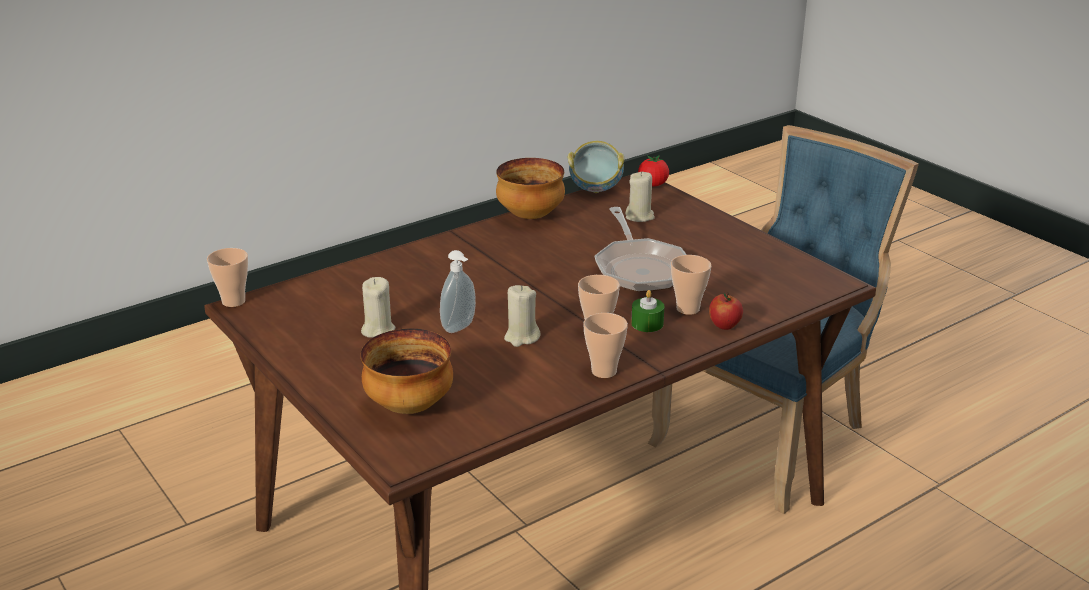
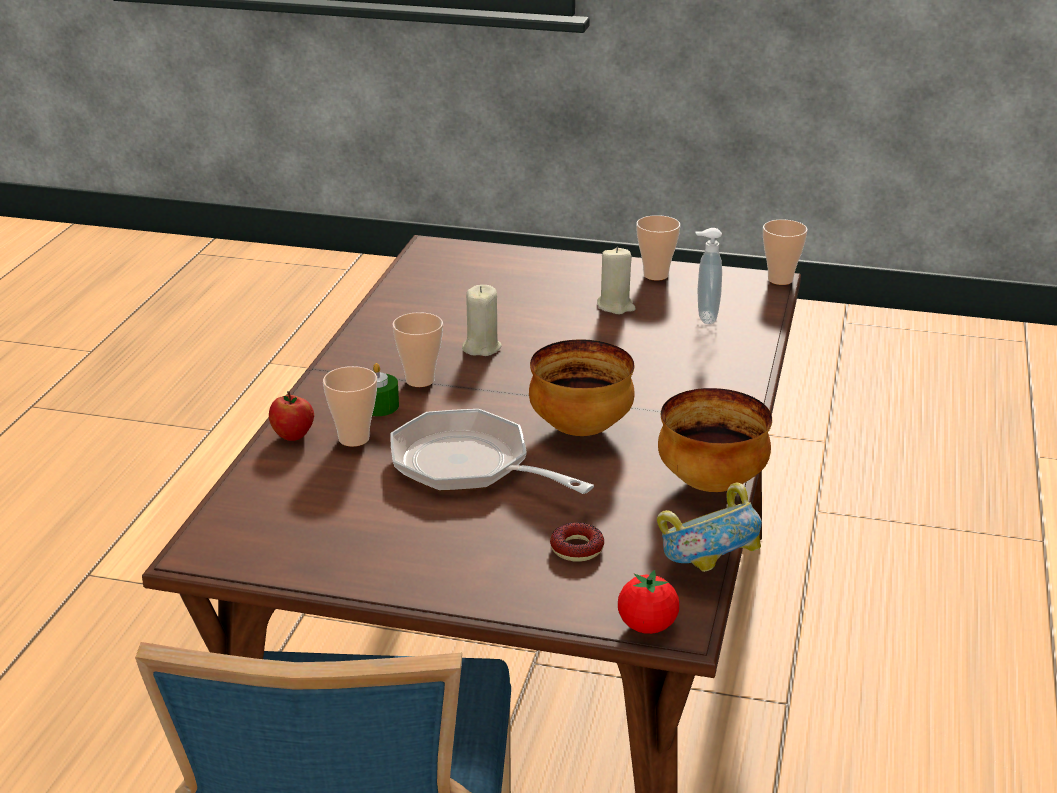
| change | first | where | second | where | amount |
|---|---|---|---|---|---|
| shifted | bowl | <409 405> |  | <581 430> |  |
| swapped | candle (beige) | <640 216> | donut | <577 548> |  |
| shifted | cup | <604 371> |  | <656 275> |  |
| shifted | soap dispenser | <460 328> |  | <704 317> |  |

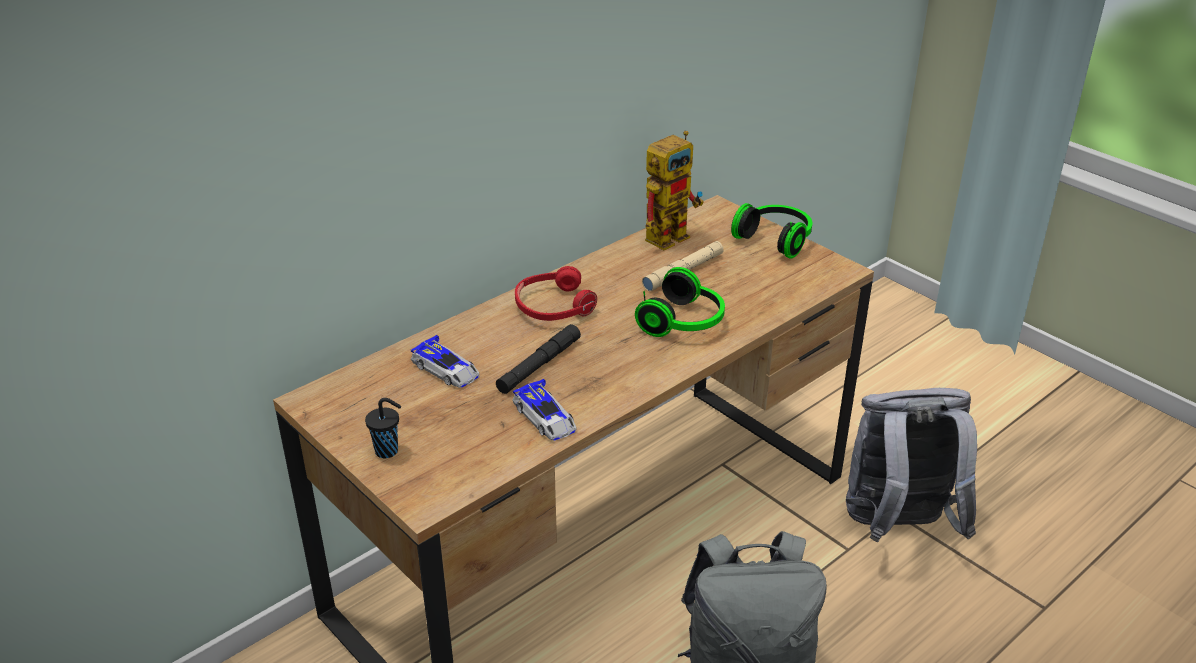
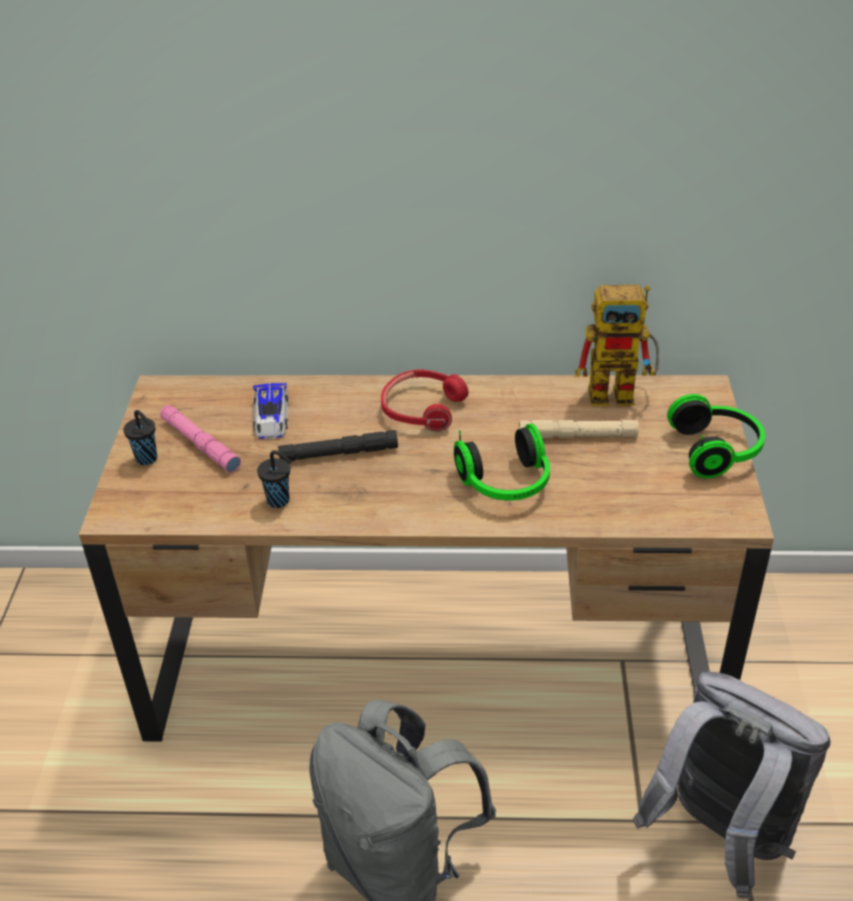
| change | first | where | second | where | amount |
|---|---|---|---|---|---|
| new |  |  | flashlight (pink) | <200 444> |  |
| swapped | toy car | <546 418> | cup (black) | <280 501> |  |

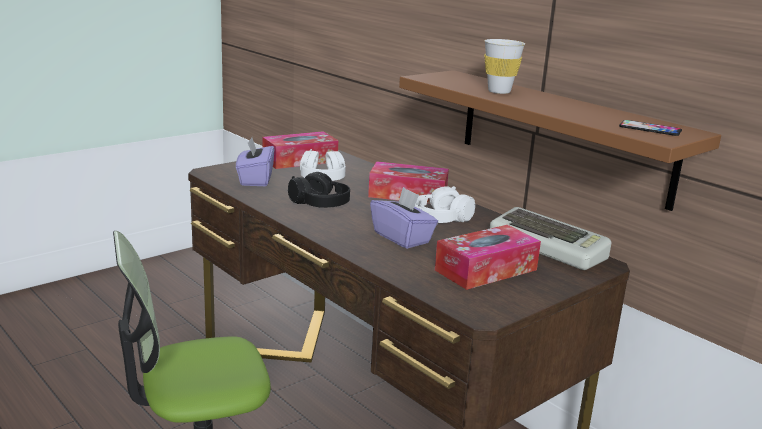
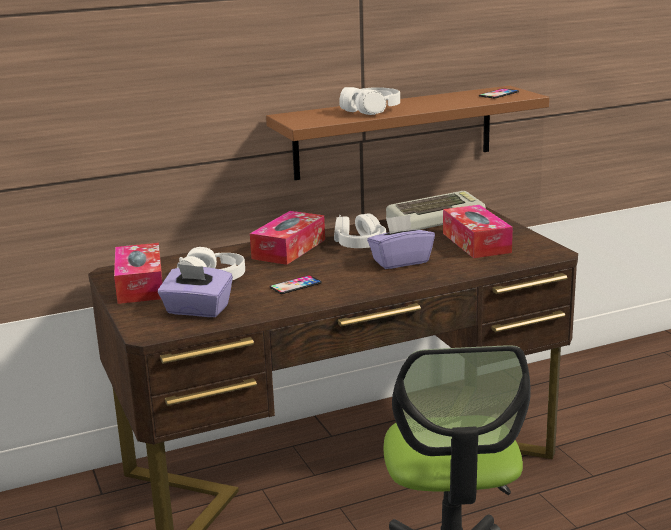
| change | first | where | second | where | amount |
|---|---|---|---|---|---|
| swapped | headphones (black) | <320 203> | phone | <295 285> |  |
| swapped | cup (white) | <499 91> | headphones (white) | <371 110> |  |

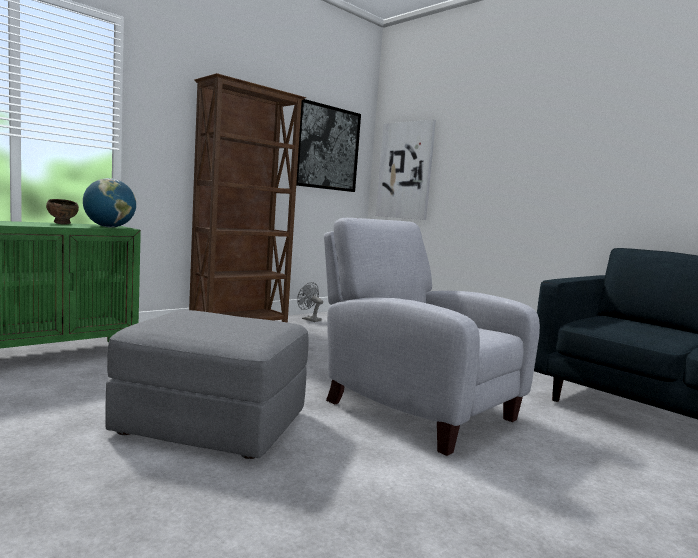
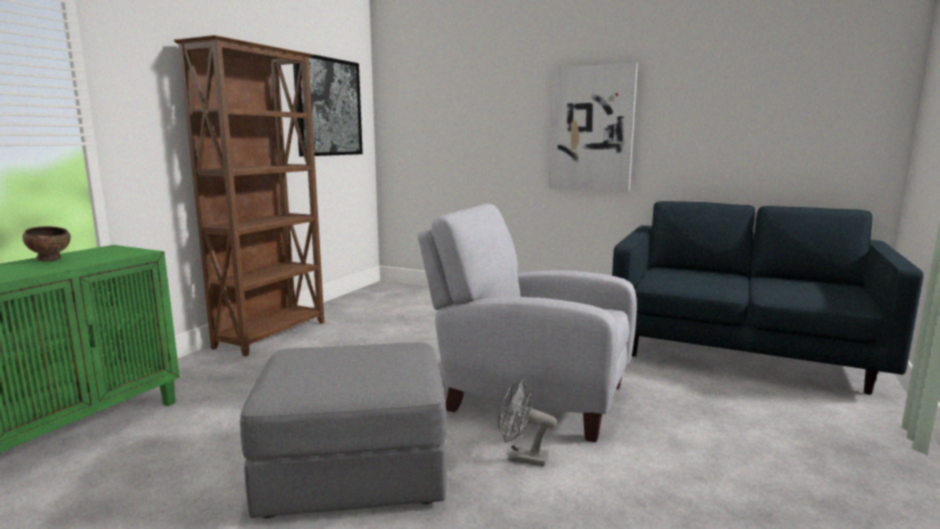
| change | first | where | second | where | amount |
|---|---|---|---|---|---|
| shifted | fan (grey) | <309 319> |  | <521 457> |  |
| shifted | picture | <405 170> |  | <591 129> |  |
| gone | globe | <109 227> |  |  |  |

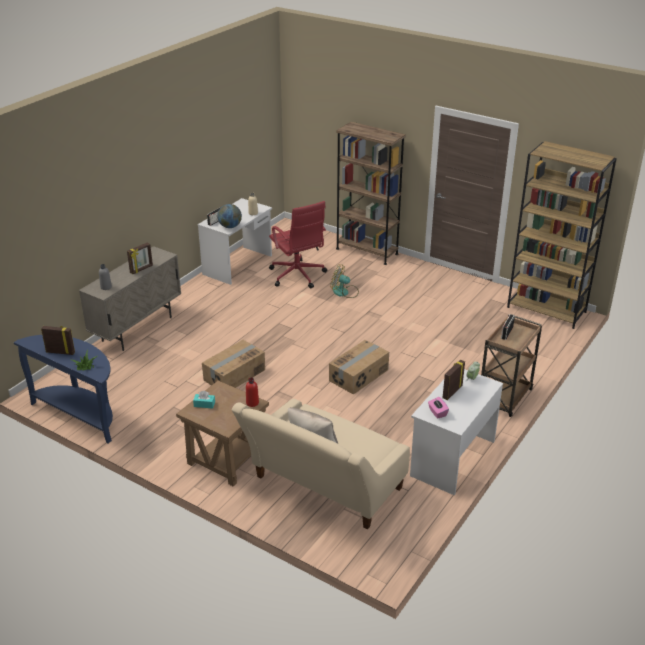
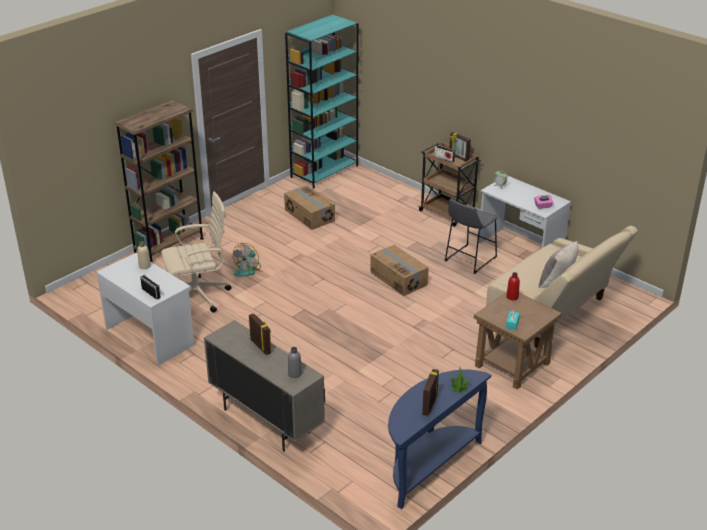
| change | first | where | second | where | amount |
|---|---|---|---|---|---|
| repainted | office chair (red) | <298 276> | office chair (beige) | <199 296> |  |
| shifted | cardboard box | <234 375> |  | <309 215> |  |
| repainted | bookcase (brown) | <547 310> | bookcase (turquoise) | <324 171> |  |
| new |  |  | stool (grey) | <468 260> |  |
| shifted | picture frame | <452 392> |  | <458 157> |  |
| gone | globe | <230 227> |  |  |  |

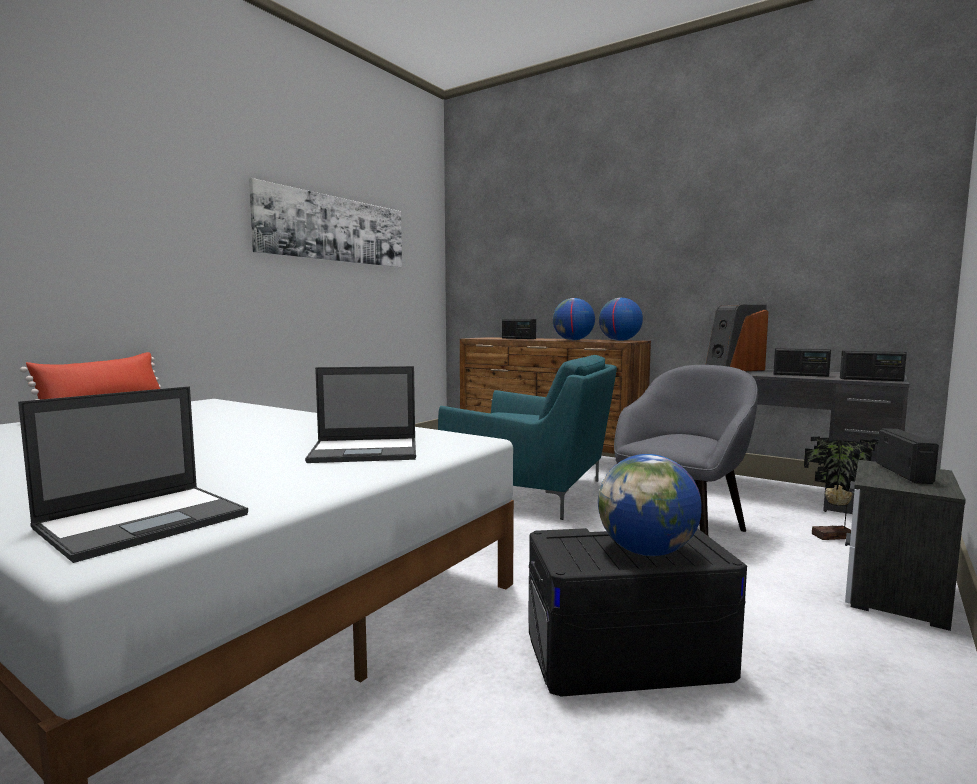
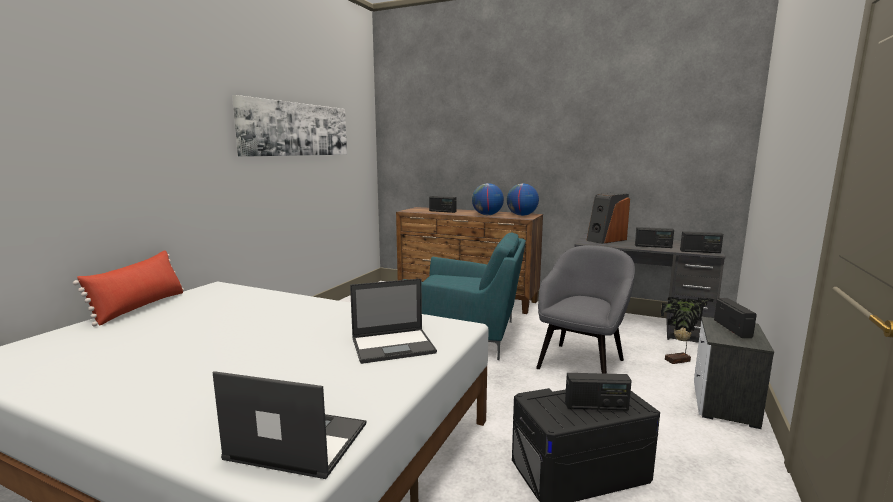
| change | first | where | second | where | amount |
|---|---|---|---|---|---|
| rotated | laptop | <146 521> |  | <296 441> | 105 degrees counterclockwise |
| swapped | globe | <647 552> | radio | <596 406> |  |

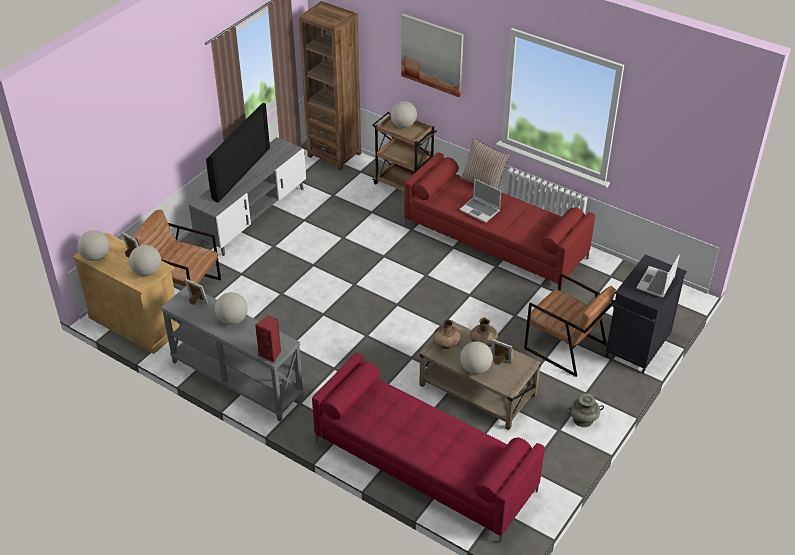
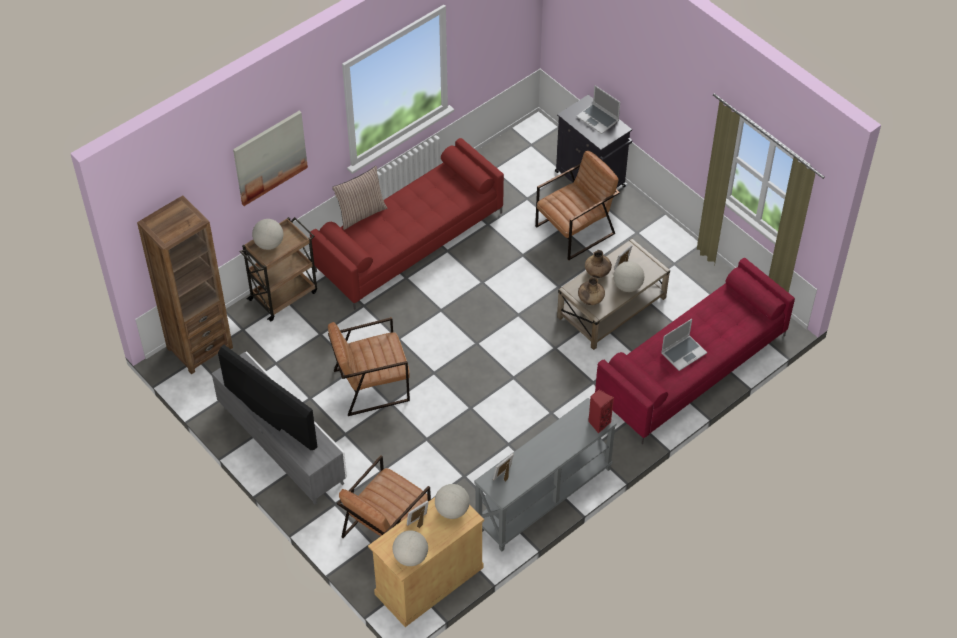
| change | first | where | second | where | amount |
|---|---|---|---|---|---|
| new |  |  | armchair (brown) | <371 385> |  |
| shifted | laptop | <480 211> |  | <683 353> |  |
| gone | globe | <232 320> |  |  |  |
| gone | vase (turquoise) | <582 419> |  |  |  |

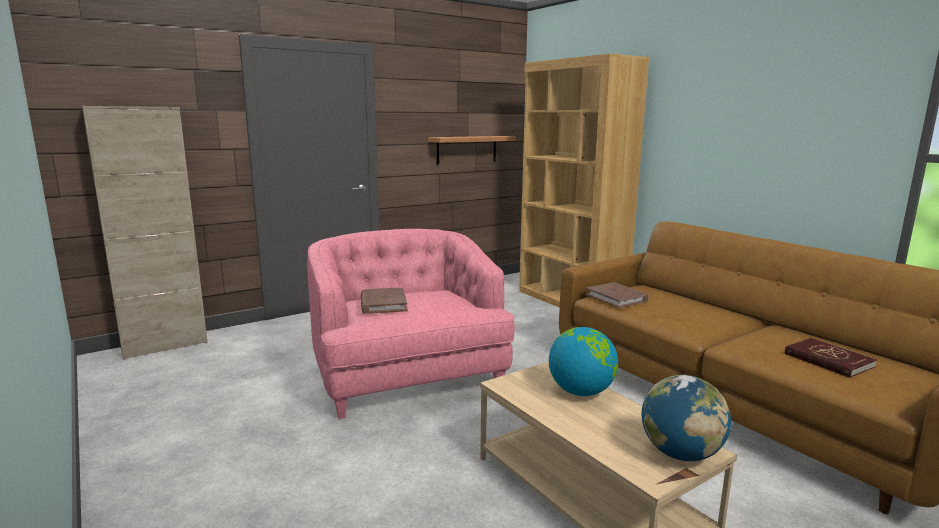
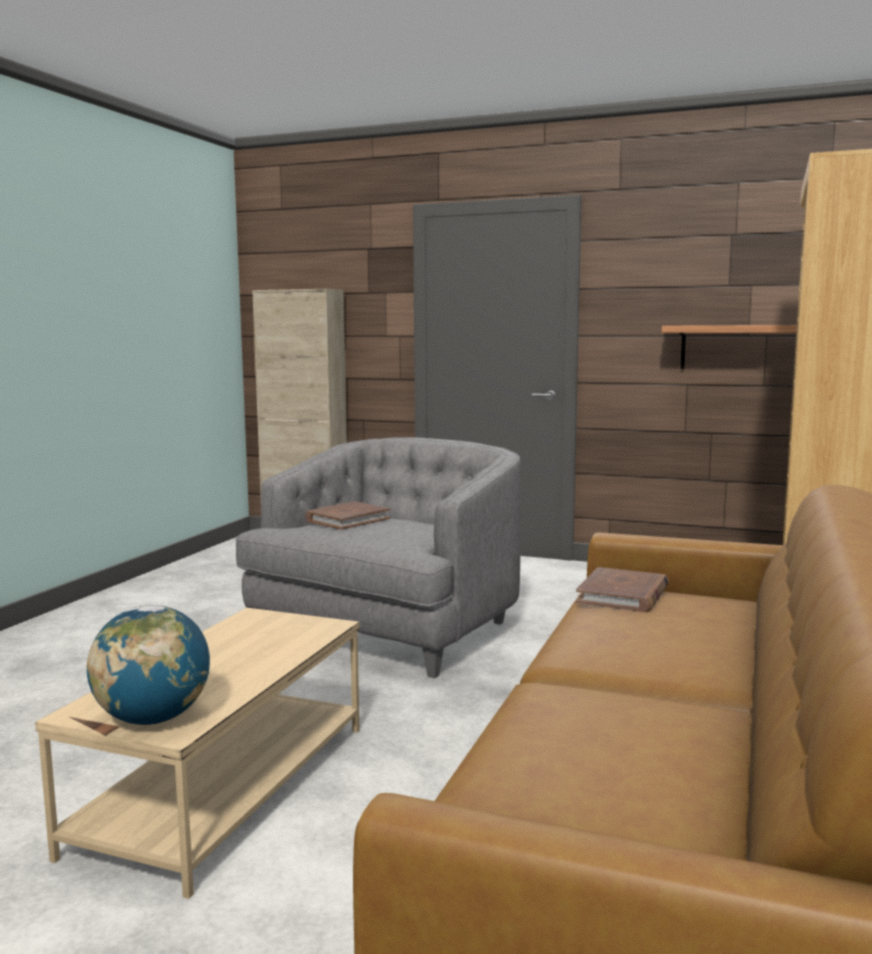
| change | first | where | second | where | amount |
|---|---|---|---|---|---|
| repainted | armchair (pink) | <406 376> | armchair (grey) | <388 630> |  |
| gone | globe | <581 392> |  |  |  |
| gone | book (red) | <828 360> |  |  |  |

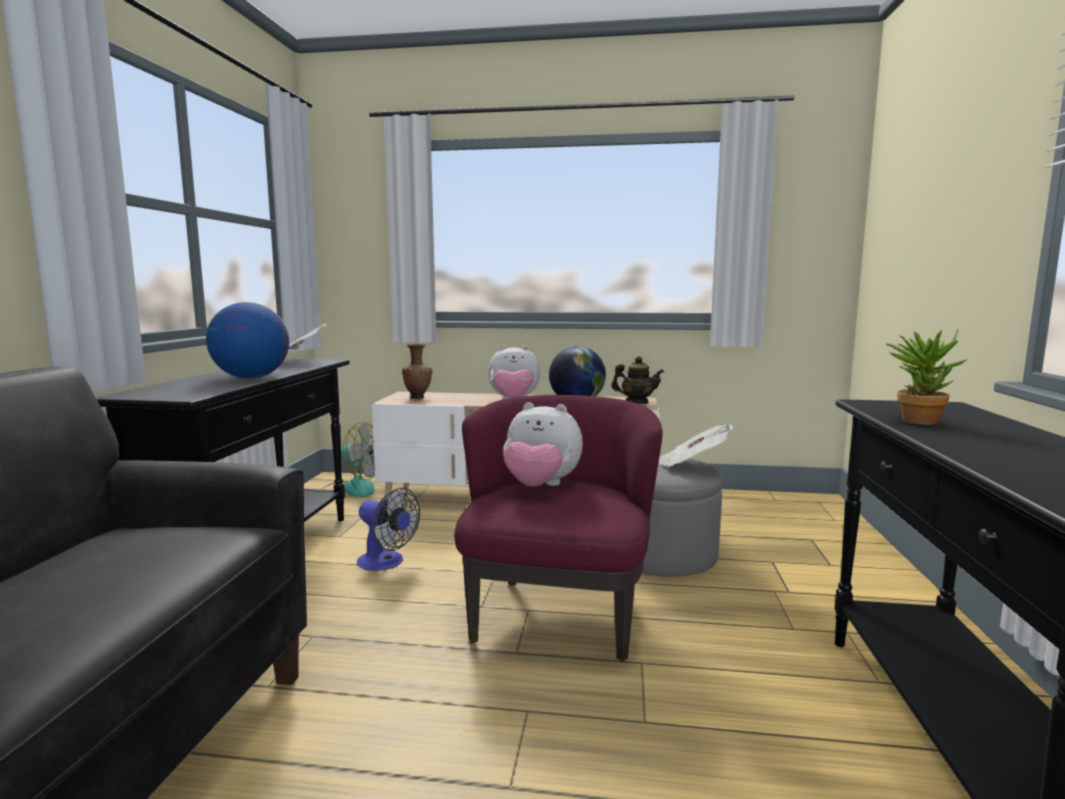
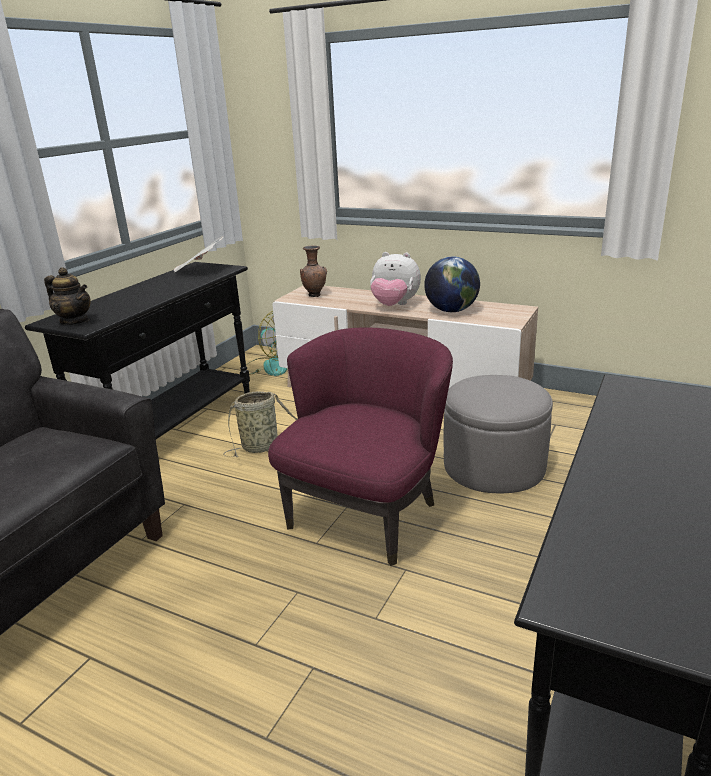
| change | first | where | second | where | amount |
|---|---|---|---|---|---|
| shifted | teapot | <637 403> |  | <75 321> |  |
| swapped | fan | <386 563> | basket | <262 446> |  |
| gone | globe | <251 378> |  |  |  |
| gone | plush toy | <540 486> |  |  |  |
| gone | newspaper | <691 465> |  |  |  |
| gone | potted plant | <917 420> |  |  |  |

